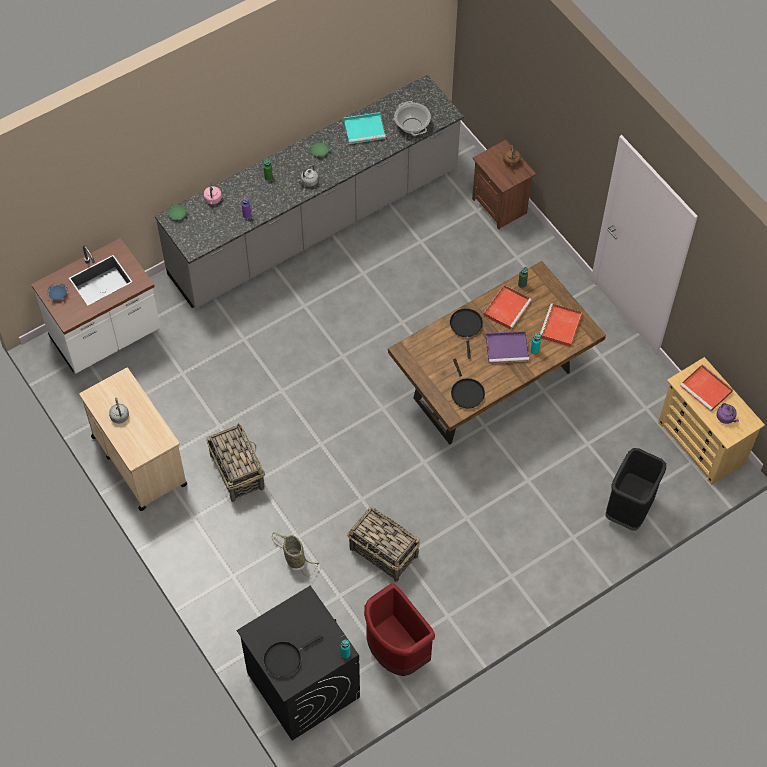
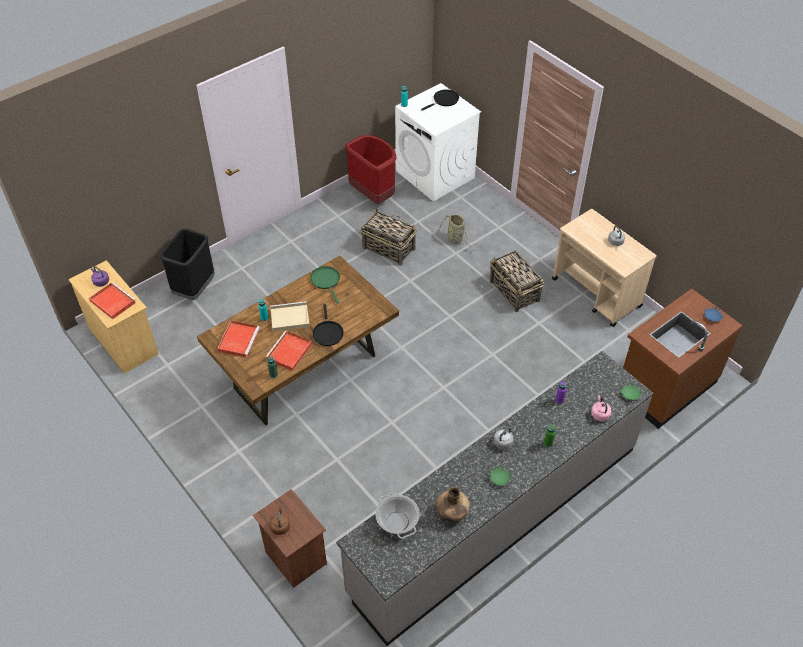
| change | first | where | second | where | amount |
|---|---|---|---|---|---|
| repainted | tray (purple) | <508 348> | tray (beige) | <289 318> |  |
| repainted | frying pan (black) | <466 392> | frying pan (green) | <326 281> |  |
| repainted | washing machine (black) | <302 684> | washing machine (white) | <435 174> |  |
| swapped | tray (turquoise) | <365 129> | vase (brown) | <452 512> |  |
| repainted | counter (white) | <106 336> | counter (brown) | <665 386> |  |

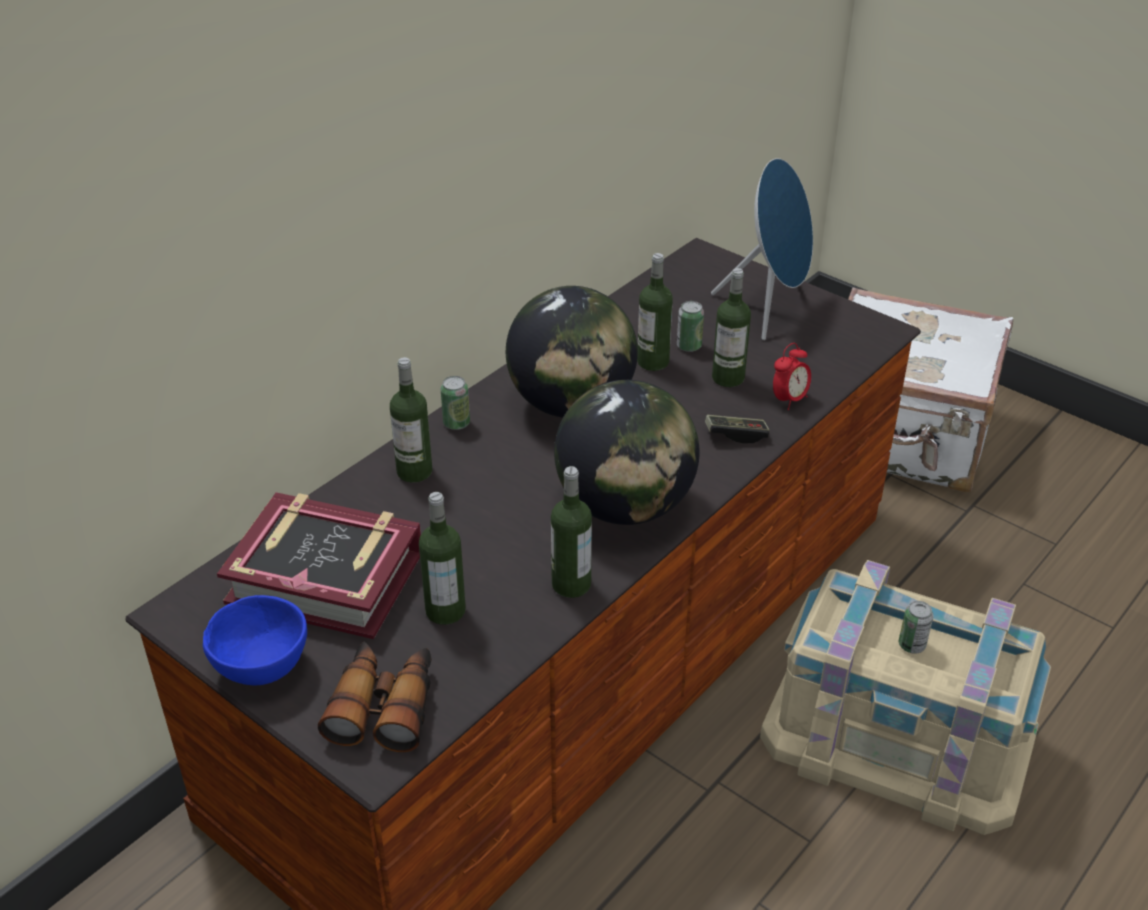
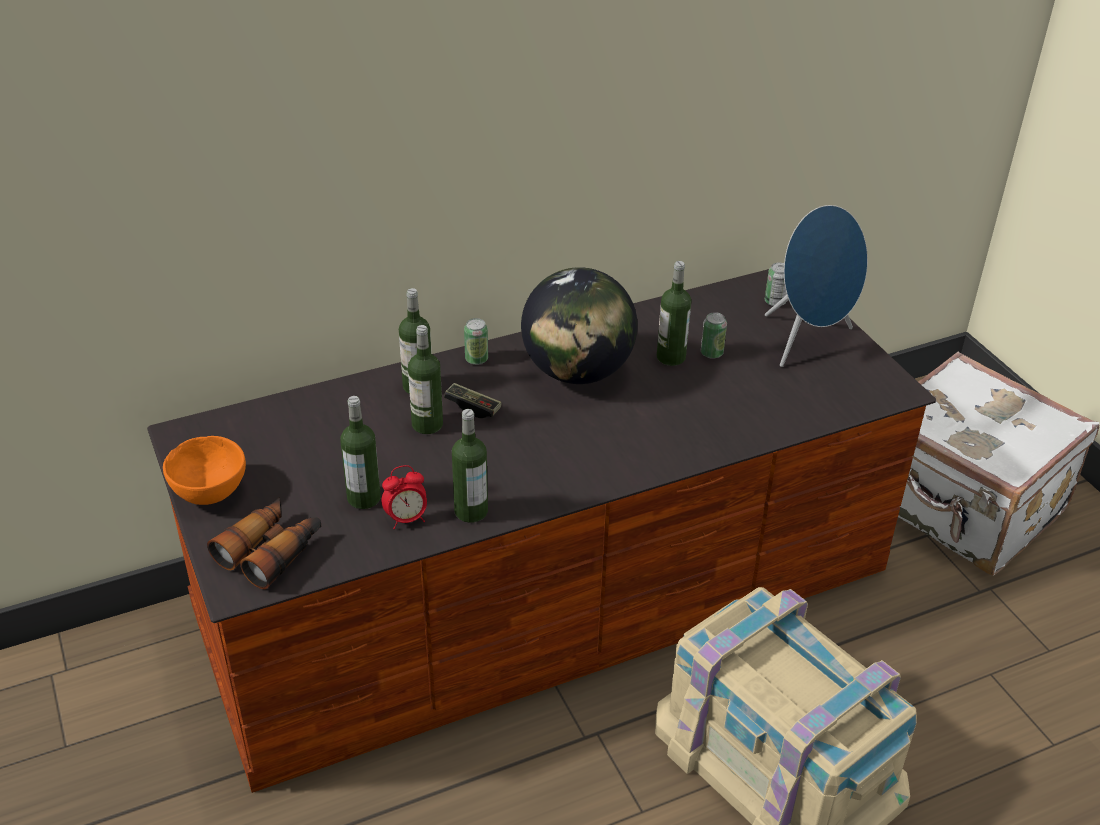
| change | first | where | second | where | amount |
|---|---|---|---|---|---|
| repainted | bowl (blue) | <261 665> | bowl (orange) | <210 491> |  |
| shifted | alarm clock | <789 400> |  | <406 519> |  |
| shifted | bottle | <728 378> |  | <427 424> |  |
| shifted | game controller | <736 435> |  | <473 407> |  |
| shifted | can | <911 645> |  | <775 302> |  |
| gone | book | <326 577> |  |  |  |
| gone | globe | <625 506> |  |  |  |

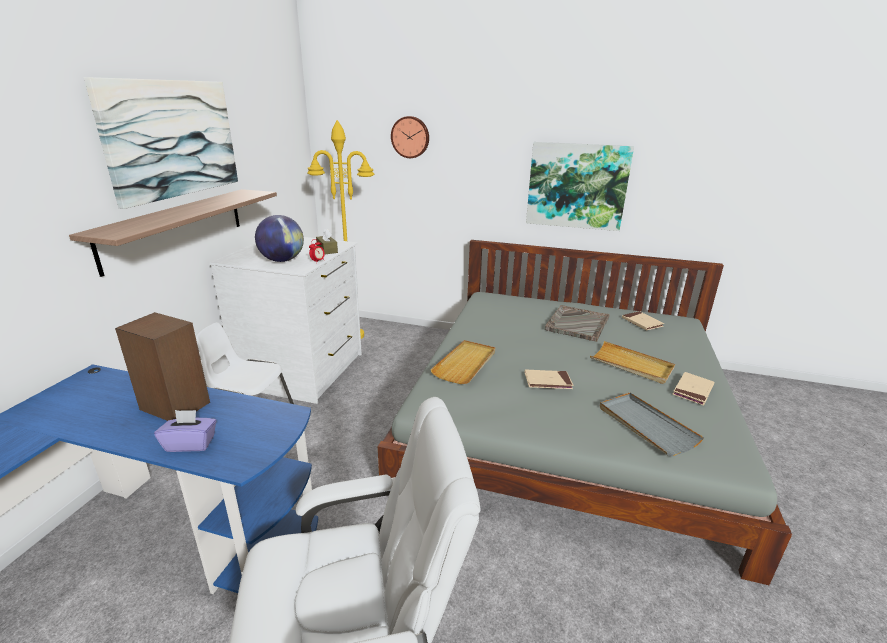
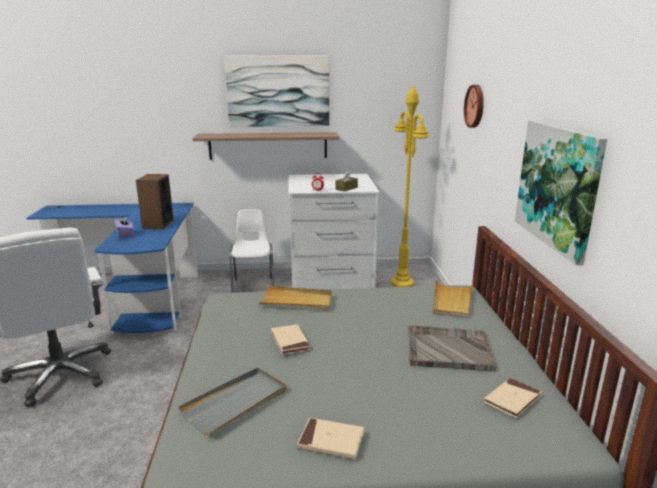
| change | first | where | second | where | amount |
|---|---|---|---|---|---|
| shifted | tray (beige) | <631 365> |  | <452 301> |  |
| gone | globe | <282 260> |  |  |  |

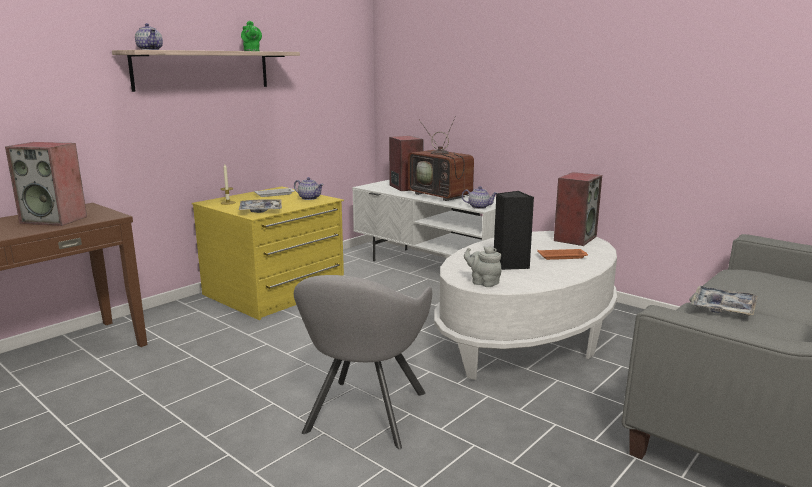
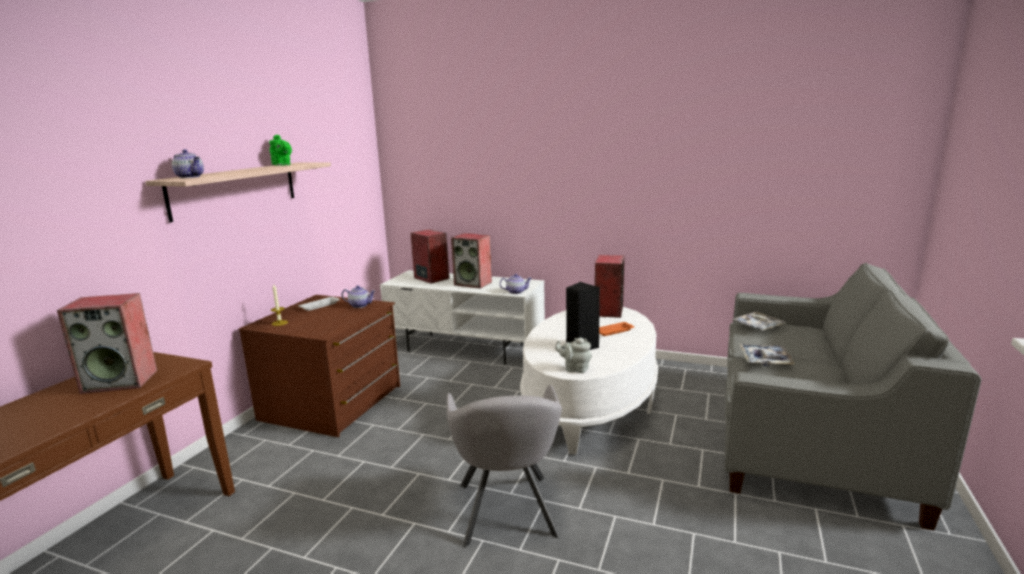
| change | first | where | second | where | amount |
|---|---|---|---|---|---|
| repainted | dresser (yellow) | <275 292> | dresser (brown) | <333 403> |  |
| swapped | television | <443 195> | speaker | <473 283> |  |
| shifted | tray | <260 210> |  | <758 326> |  |

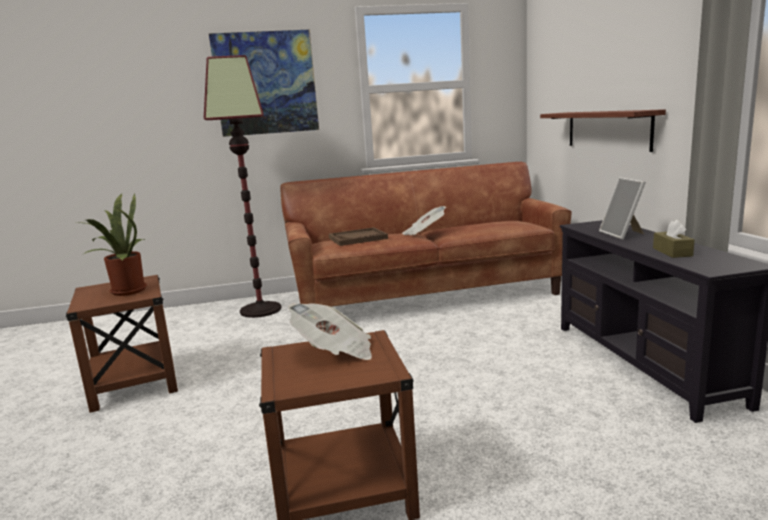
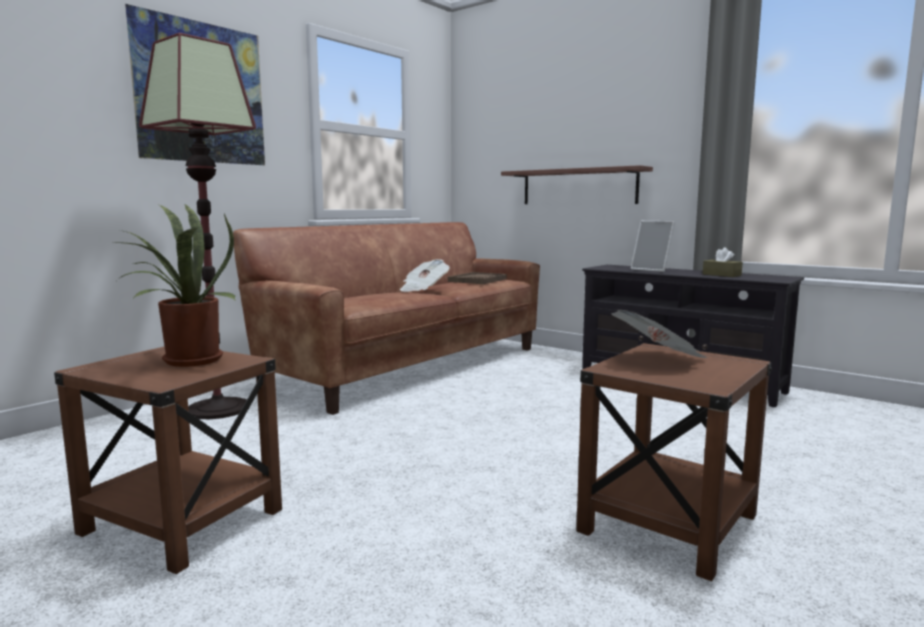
| change | first | where | second | where | amount |
|---|---|---|---|---|---|
| shifted | tray (brown) | <358 238> |  | <477 280> |  |

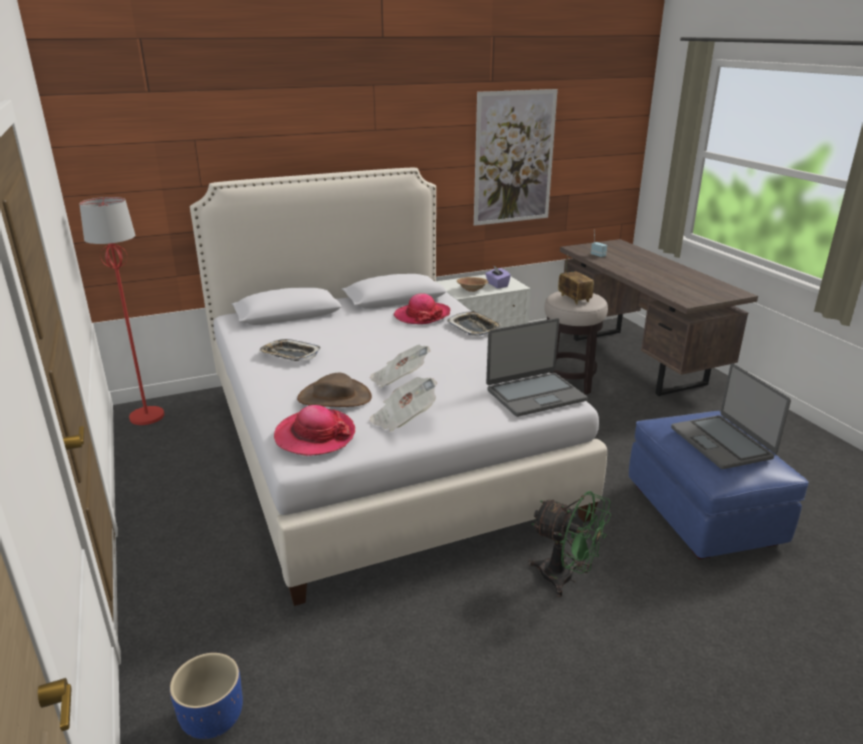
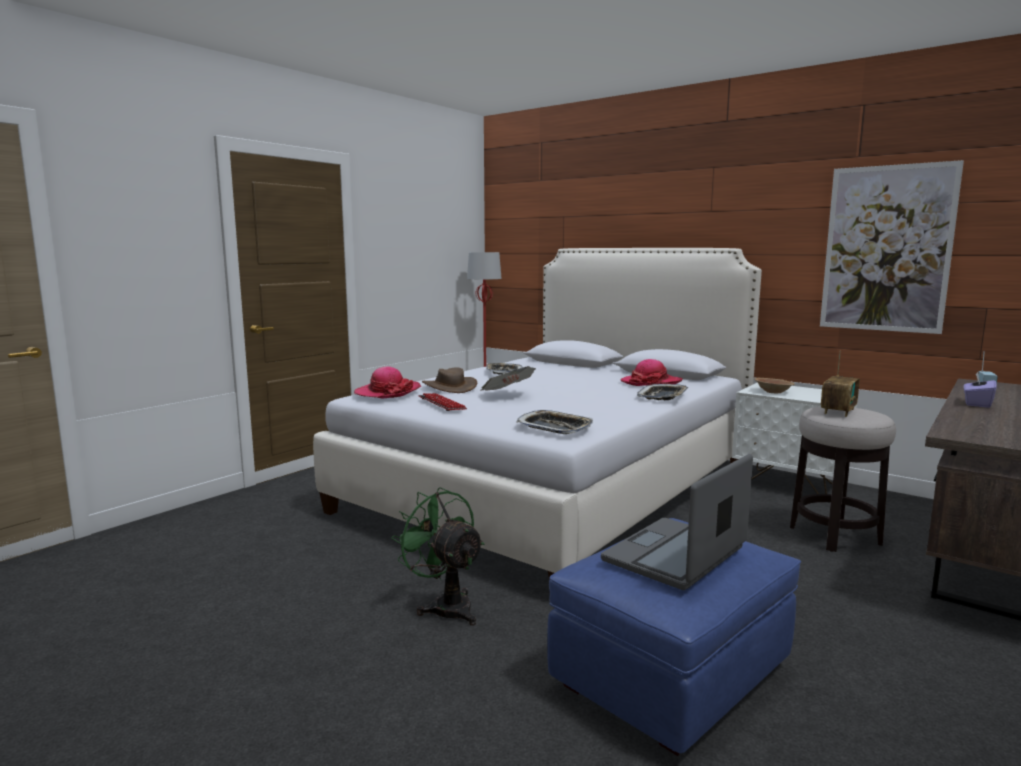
| change | first | where | second | where | amount |
|---|---|---|---|---|---|
| rotated | fan (green) | <565 578> |  | <445 606> | 135 degrees clockwise |
| swapped | newspaper | <403 419> | keyboard | <441 403> |  |
| swapped | laptop | <535 395> | tray | <555 427> |  |
| shifted | tissue box (purple) | <497 285> |  | <977 404> |  |
| gone | planter (blue) | <212 719> |  |  |  |

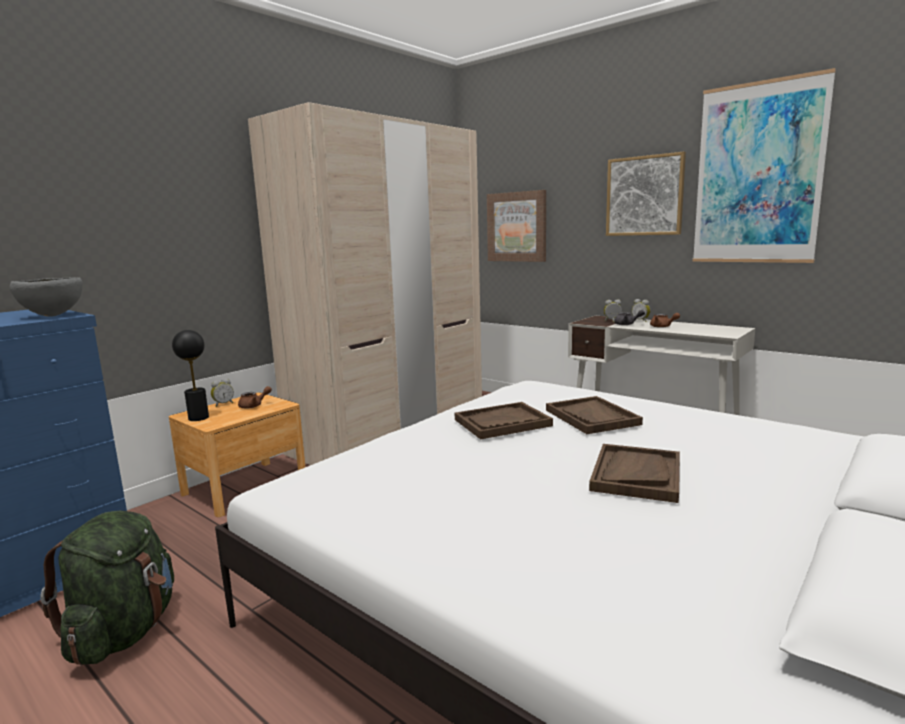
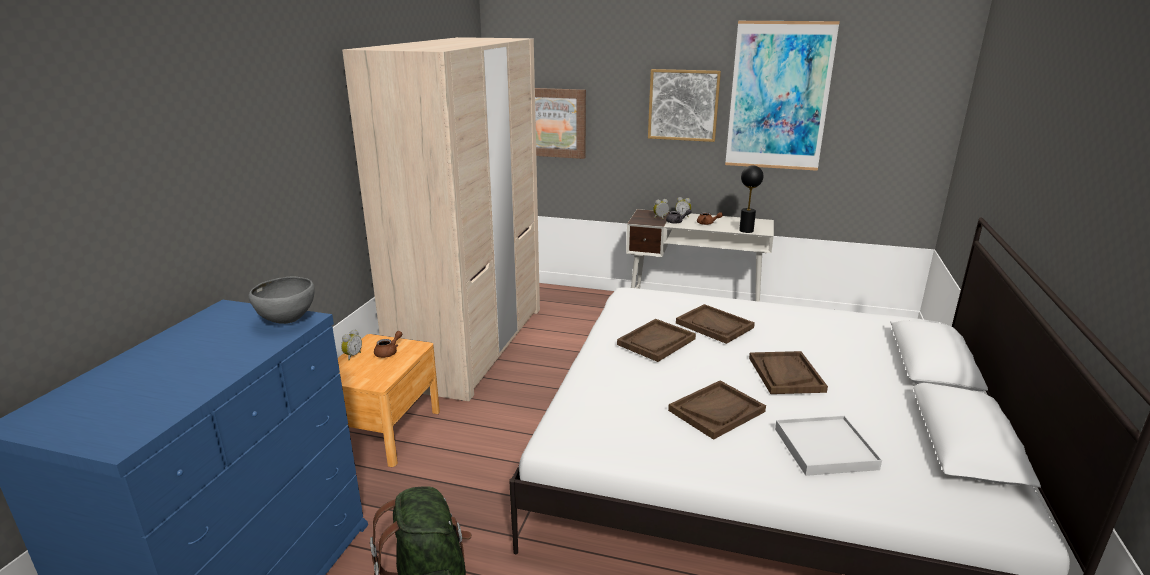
| change | first | where | second | where | amount |
|---|---|---|---|---|---|
| new |  |  | tray (brown) | <716 411> |  |
| shifted | table lamp (black) | <199 418> |  | <746 230> |  |
| new |  |  | tray (white) | <825 449> |  |

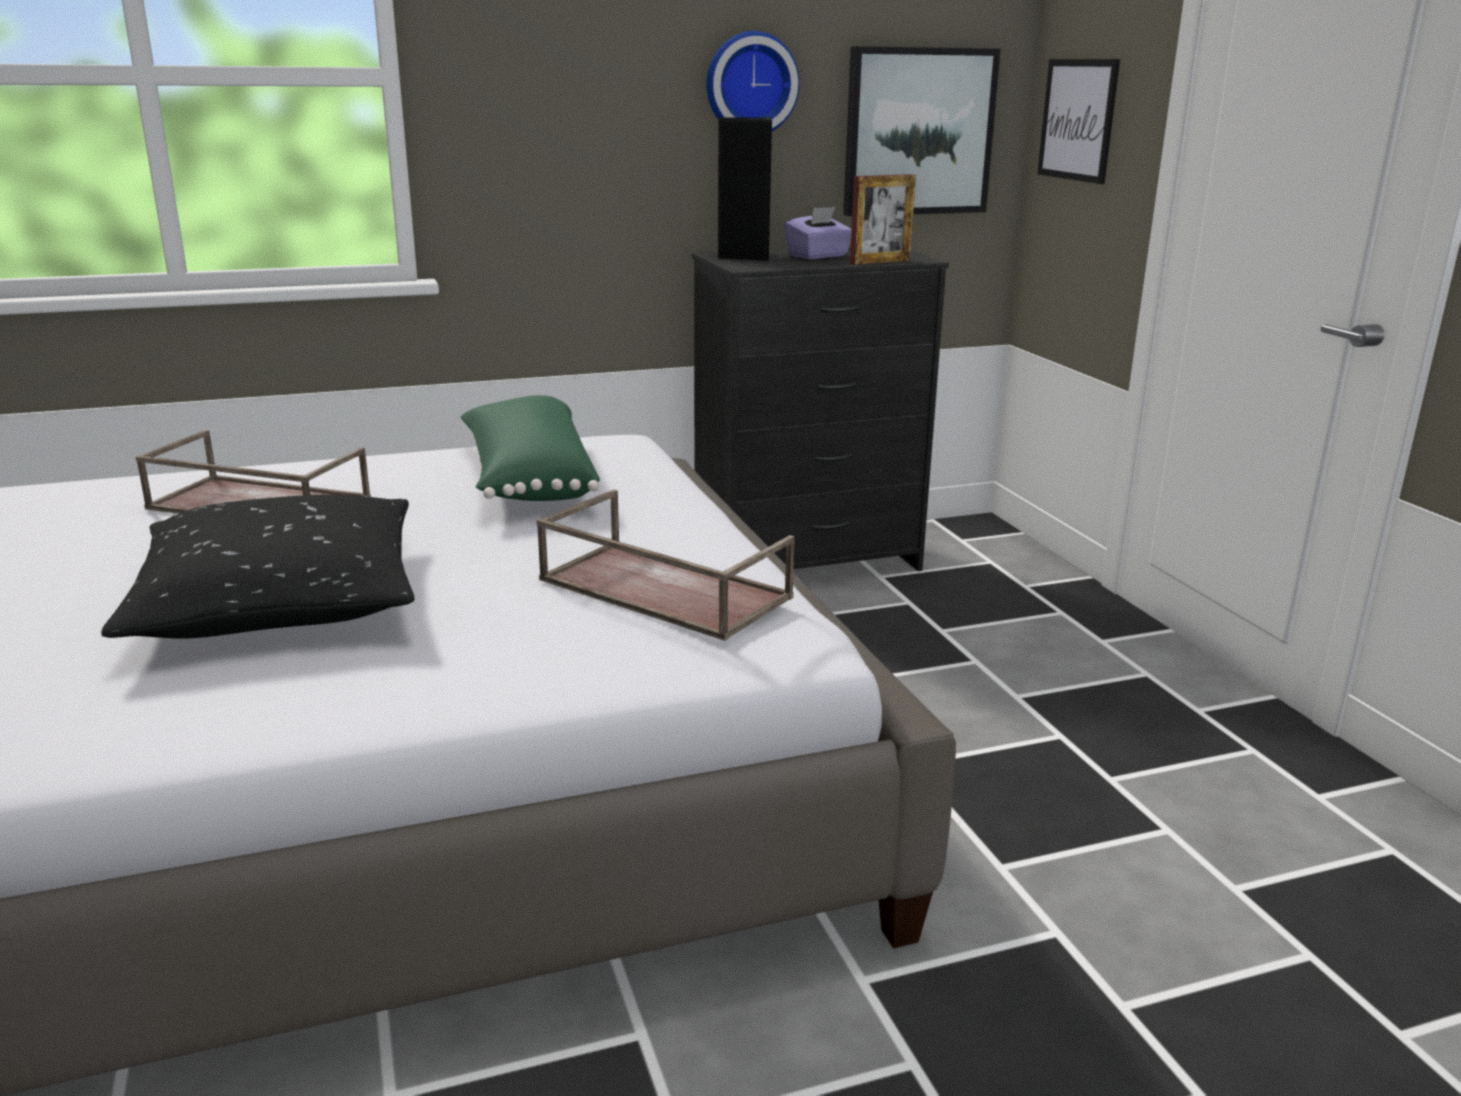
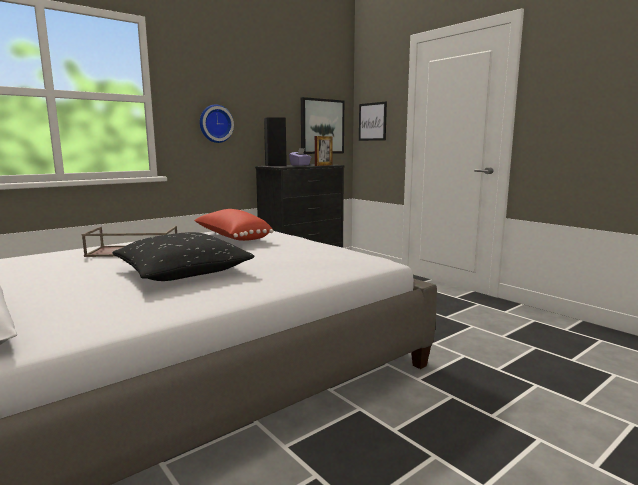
| change | first | where | second | where | amount |
|---|---|---|---|---|---|
| repainted | pillow (green) | <527 479> | pillow (red) | <232 237> |  |
| shifted | wall clock | <750 84> |  | <215 124> |  |
| gone | tray (brown) | <660 589> |  |  |  |

